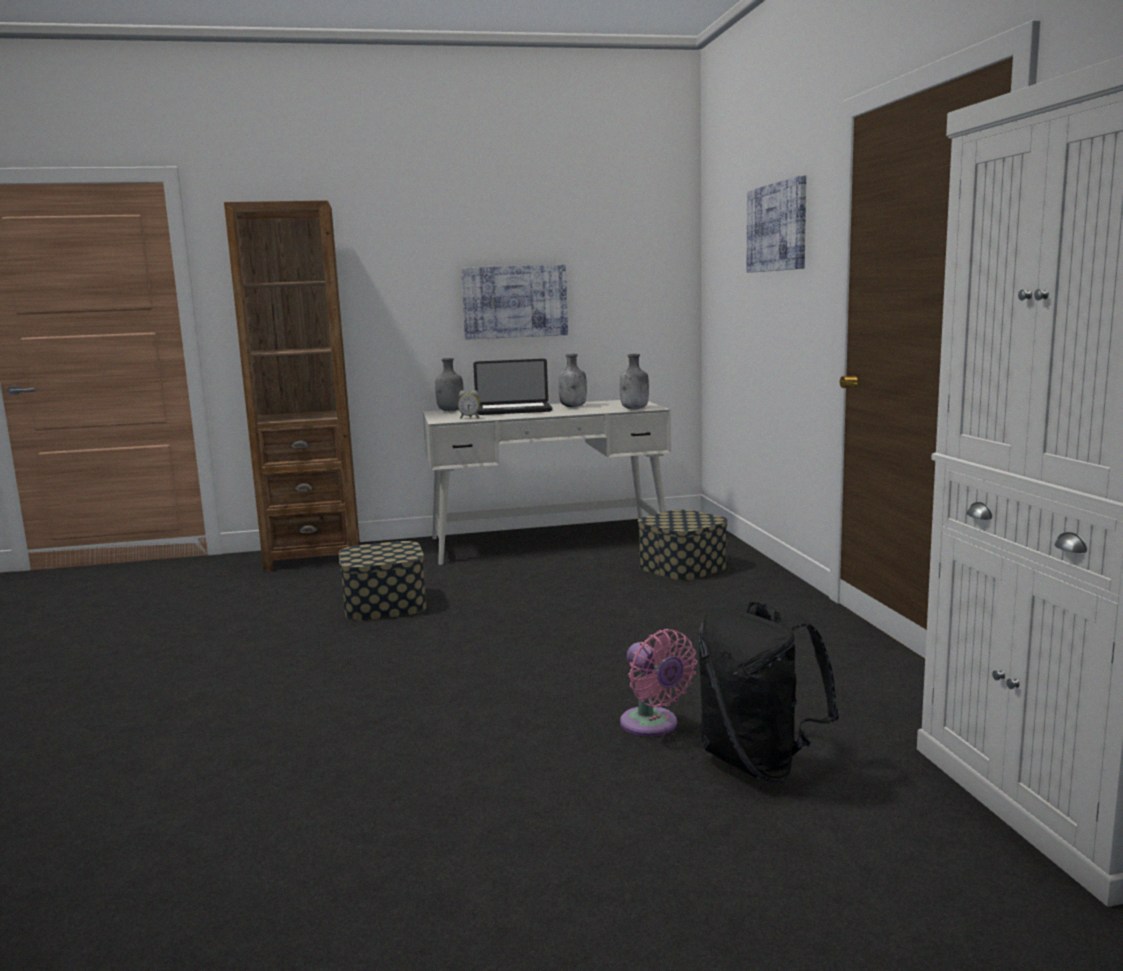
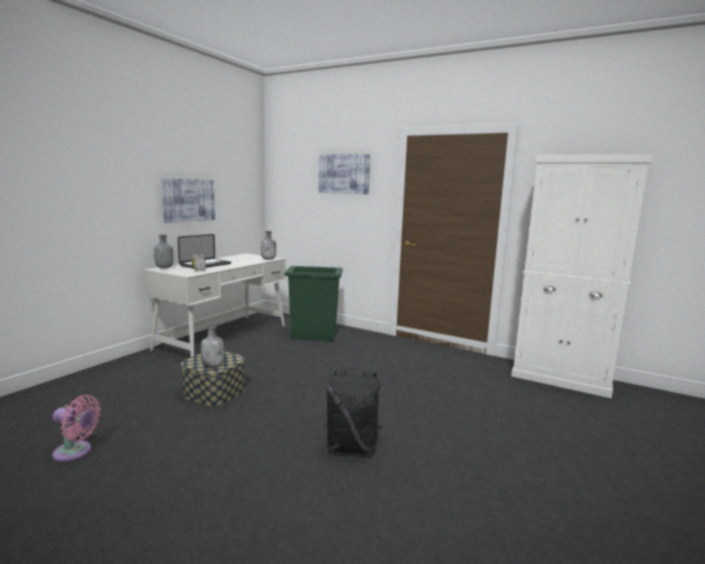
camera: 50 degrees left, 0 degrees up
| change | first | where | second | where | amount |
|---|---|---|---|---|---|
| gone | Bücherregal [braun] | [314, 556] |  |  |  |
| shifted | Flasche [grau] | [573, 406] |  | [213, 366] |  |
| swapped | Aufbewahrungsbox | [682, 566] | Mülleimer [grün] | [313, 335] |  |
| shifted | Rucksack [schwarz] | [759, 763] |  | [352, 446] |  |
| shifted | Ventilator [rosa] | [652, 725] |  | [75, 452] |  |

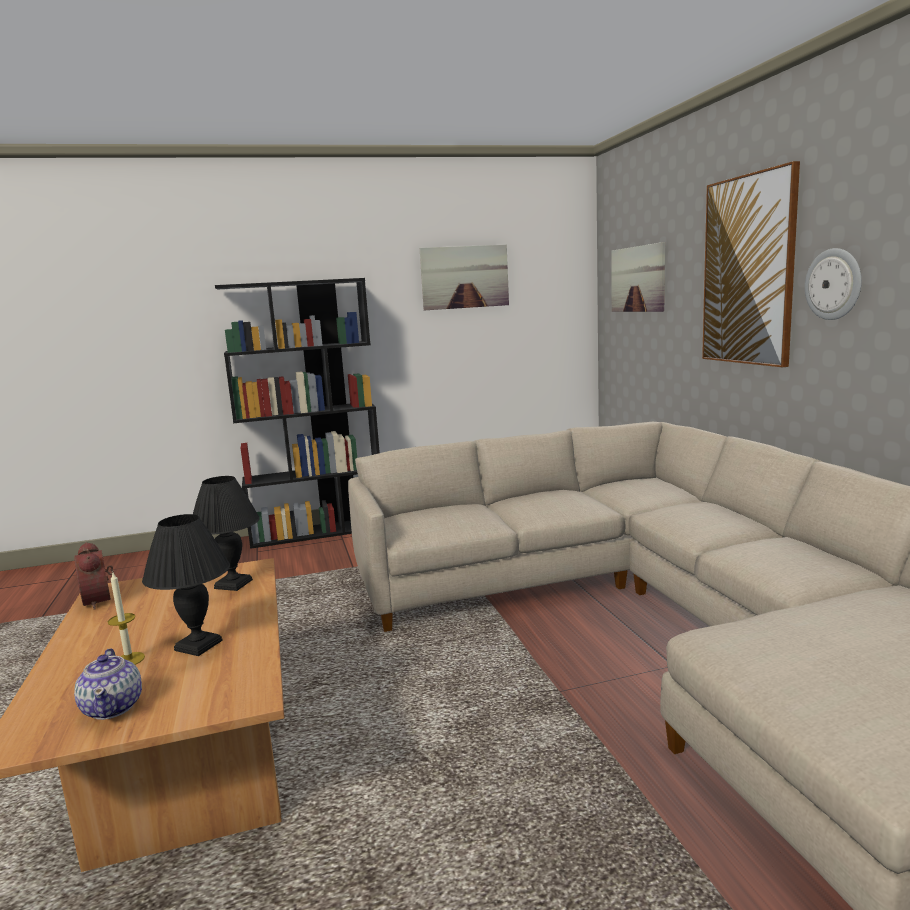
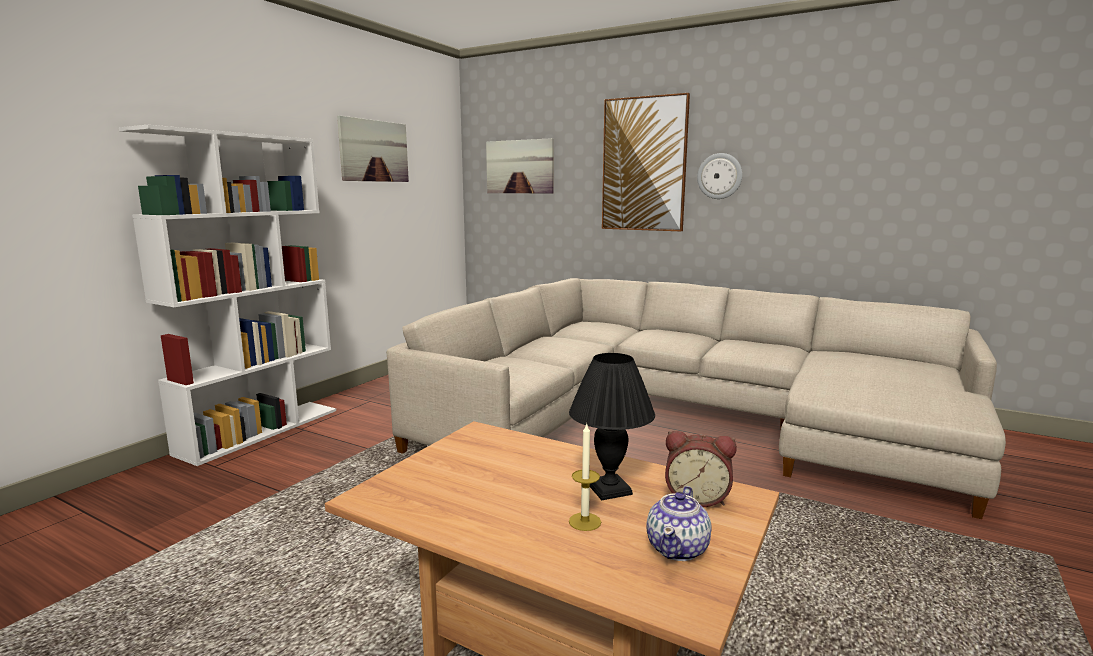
camera: 45 degrees left, 0 degrees up
| change | first | where | second | where | amount |
|---|---|---|---|---|---|
| repainted | Bücherregal [schwarz] | [319, 532] | Bücherregal [weiß] | [260, 430] |  |
| gone | Tischlampe [schwarz] | [233, 584] |  |  |  |
| shifted | Wecker | [101, 600] |  | [697, 497] |  |
| rotated | Teekanne | [113, 707] |  | [678, 548] | 90 degrees clockwise |

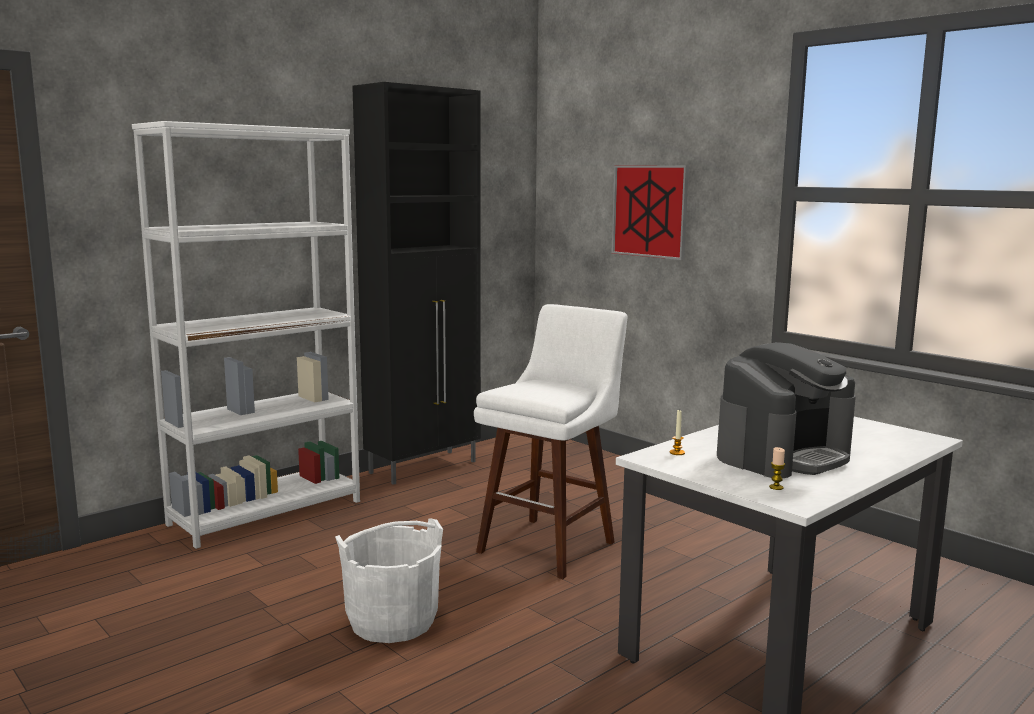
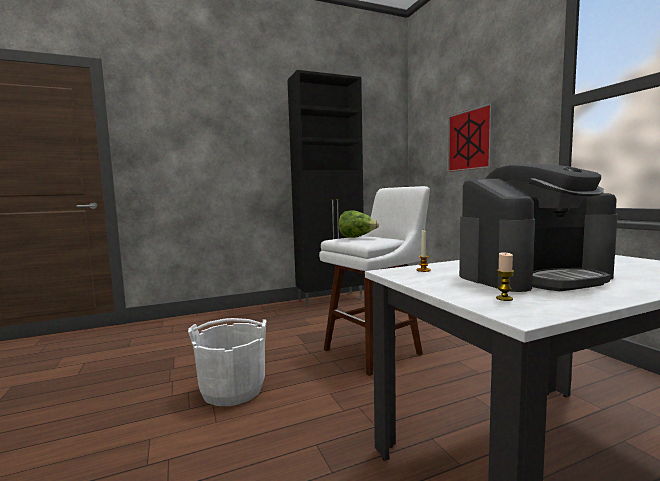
camera: 20 degrees right, 5 degrees down
| change | first | where | second | where | amount |
|---|---|---|---|---|---|
| gone | Bücherregal [weiß] | [266, 512] |  |  |  |
| new |  |  | Salatkopf | [357, 237] |  |

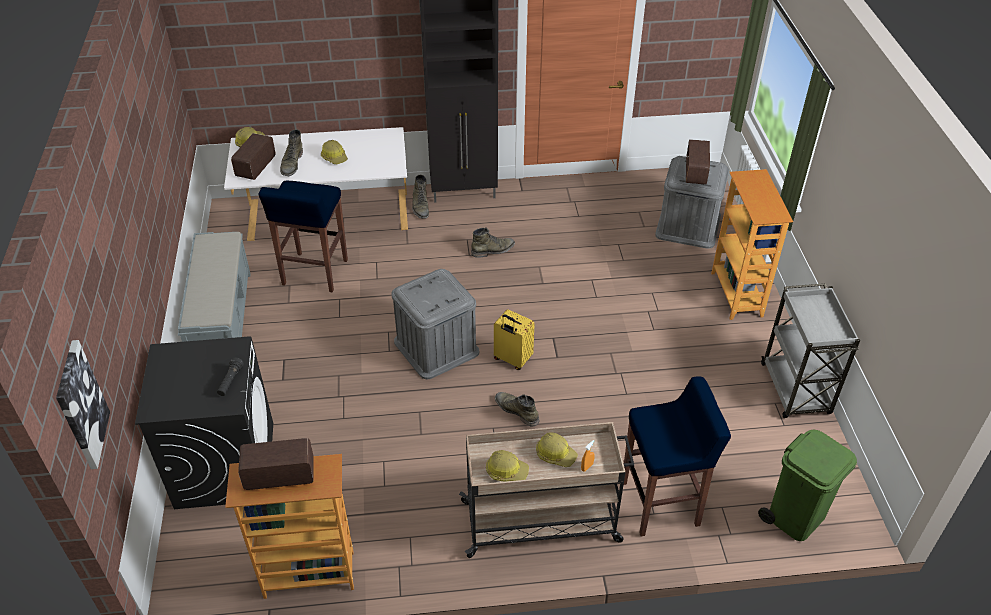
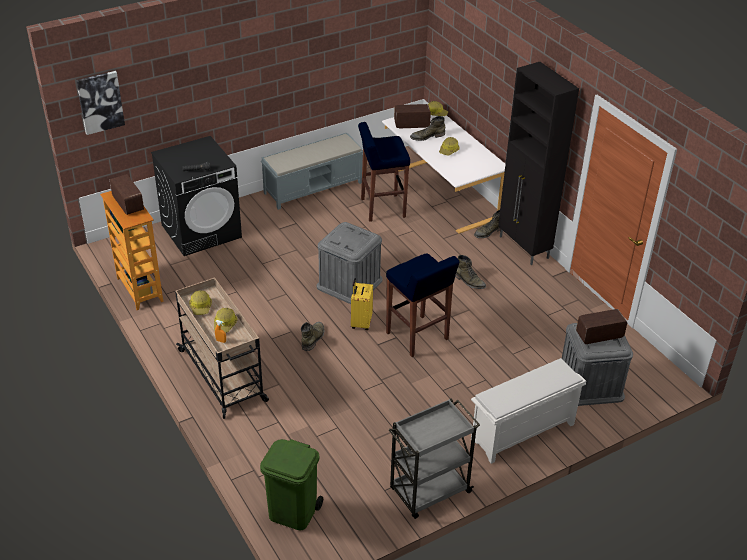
camera: 65 degrees right, 5 degrees down
| change | first | where | second | where | amount |
|---|---|---|---|---|---|
| swapped | Bücherregal | [737, 294] | Schuhregal [weiß] | [522, 433] |  |
| shifted | Hocker [blau] | [661, 503] |  | [417, 337] |  |

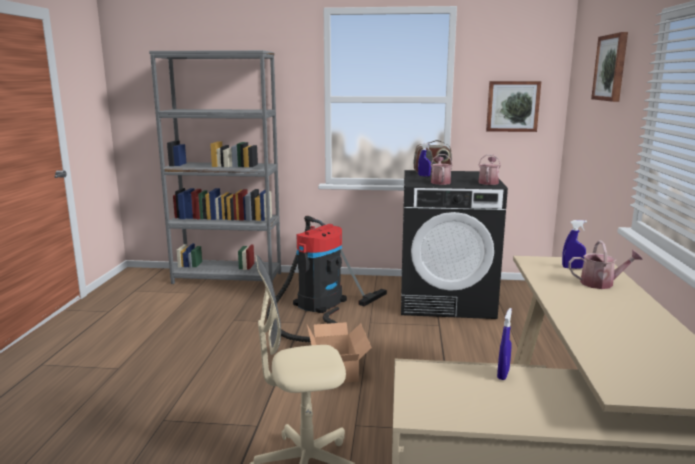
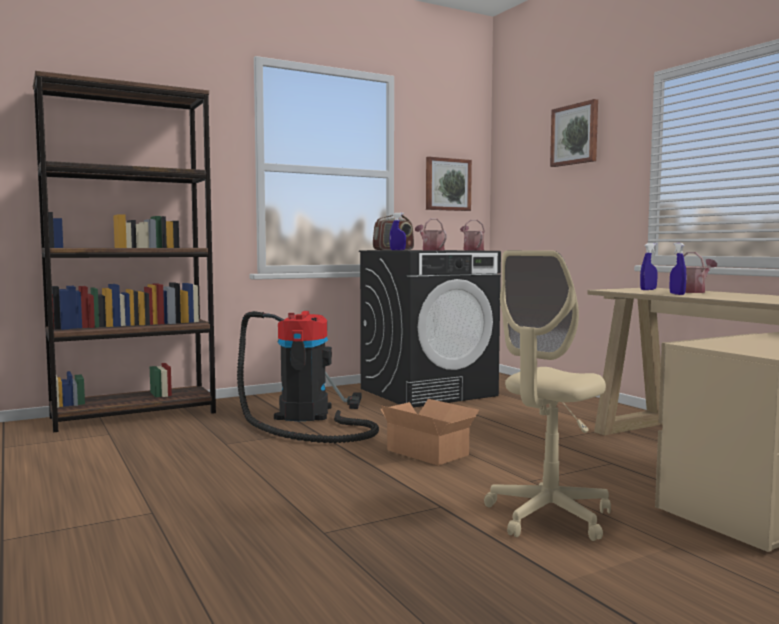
camera: 35 degrees left, 10 degrees down
| change | first | where | second | where | amount |
|---|---|---|---|---|---|
| repainted | Bücherregal [grau] | [228, 278] | Bücherregal [braun] | [134, 415] |  |
| shifted | Sprühflasche [blau] | [503, 374] |  | [677, 294] |  |

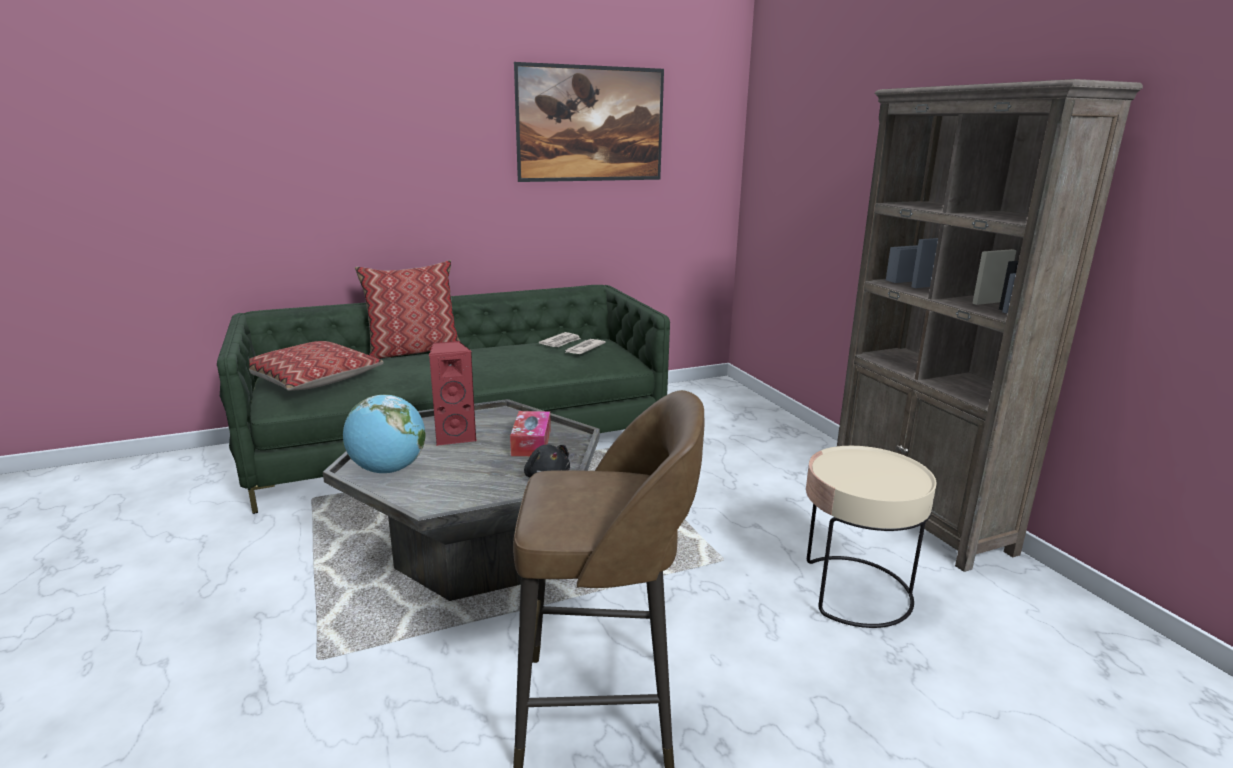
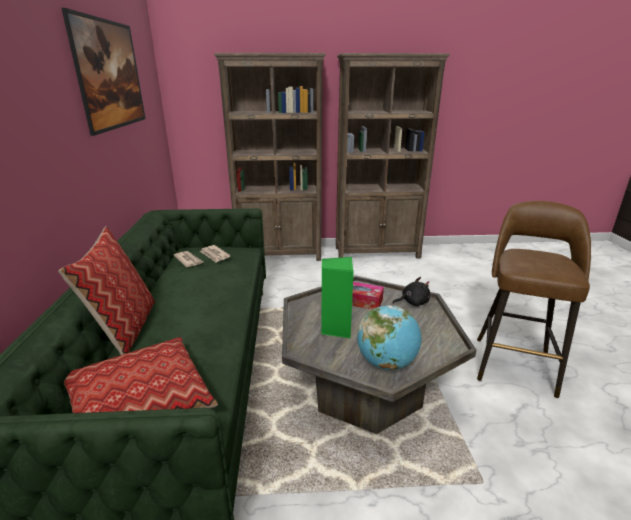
camera: 70 degrees left, 5 degrees up
| change | first | where | second | where | amount |
|---|---|---|---|---|---|
| repainted | Lautsprecher [rot] | [455, 436] | Lautsprecher [grün] | [336, 328] |  |
| gone | Beistelltisch [beige] | [853, 591] |  |  |  |
| new |  |  | Bücherregal [braun] | [280, 255] |  |

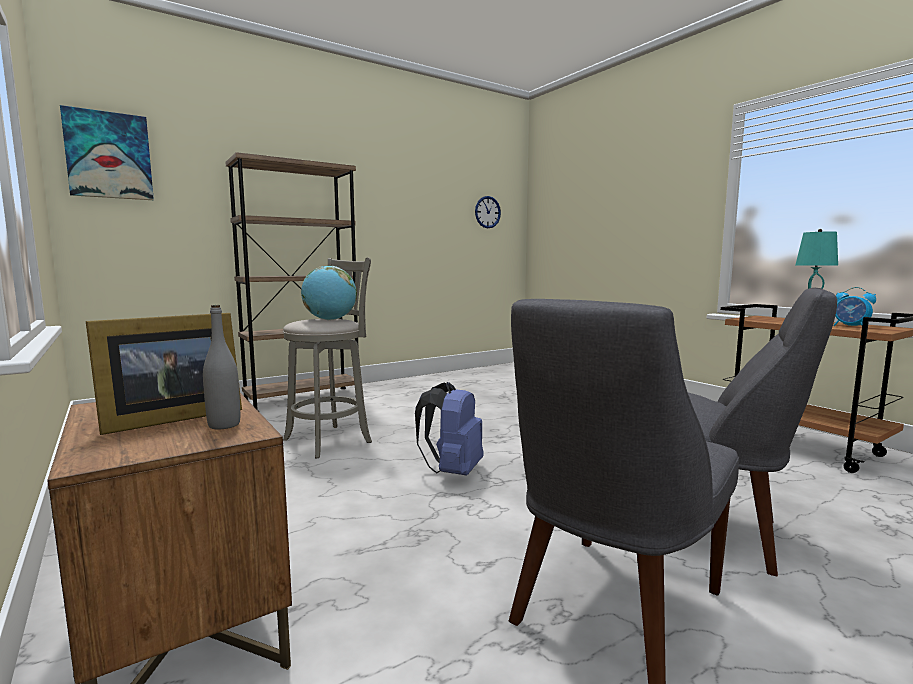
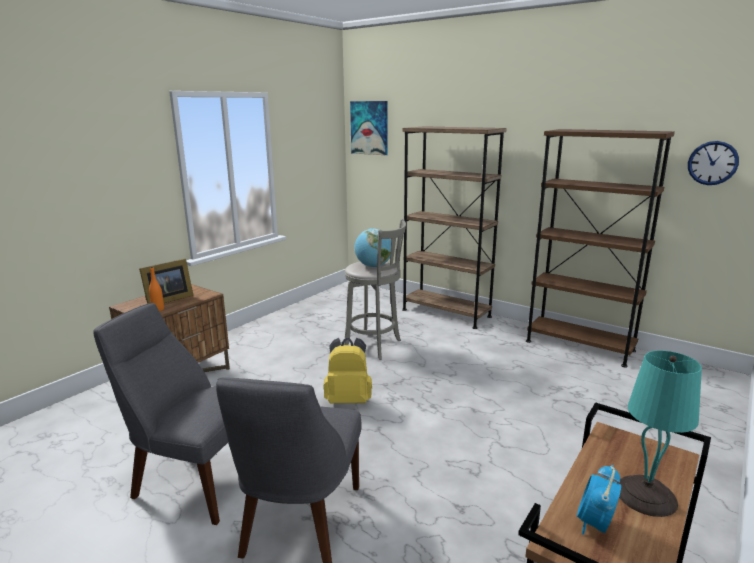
camera: 70 degrees right, 10 degrees up
| change | first | where | second | where | amount |
|---|---|---|---|---|---|
| repainted | Flasche [grau] | [224, 425] | Flasche [orange] | [158, 309] |  |
| rotated | Bilderrahmen | [168, 418] |  | [167, 300] | 75 degrees counterclockwise |
| repainted | Rucksack [blau] | [453, 471] | Rucksack [gelb] | [348, 399] |  |
| new |  |  | Bücherregal [braun] | [579, 346] |  |

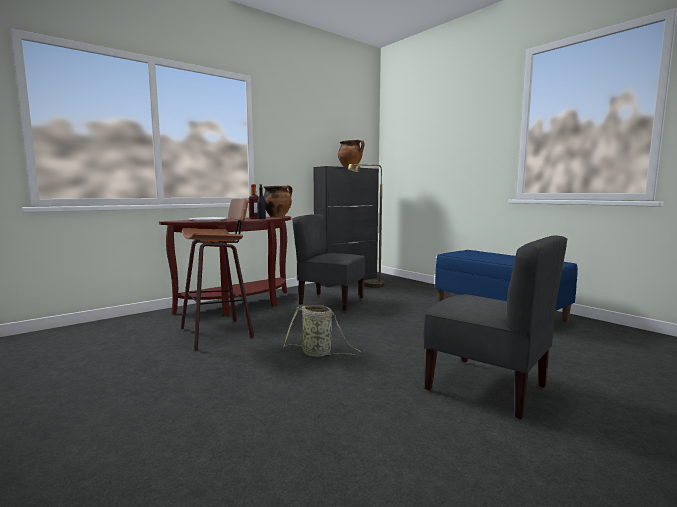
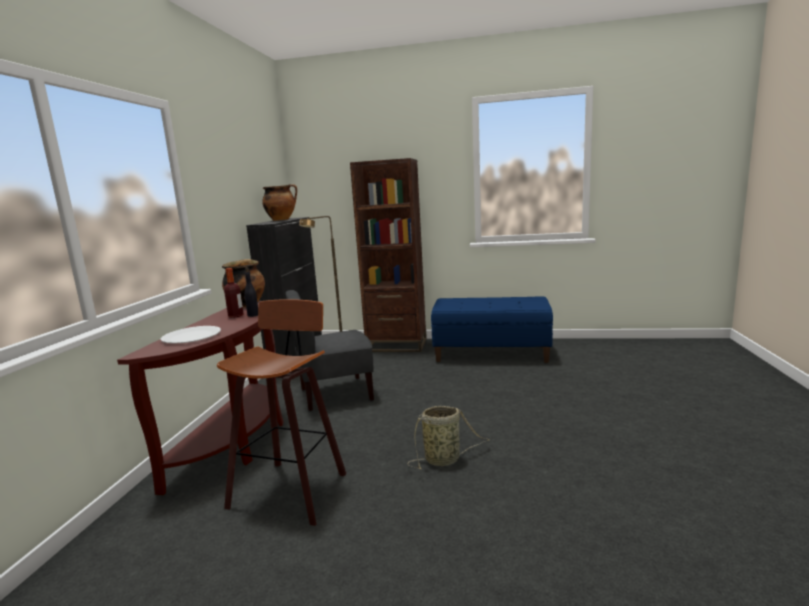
camera: 40 degrees left, 5 degrees up
| change | first | where | second | where | amount |
|---|---|---|---|---|---|
| gone | Stuhl [grau] | [487, 387] |  |  |  |
| new |  |  | Bücherregal [braun] | [396, 345] |  |

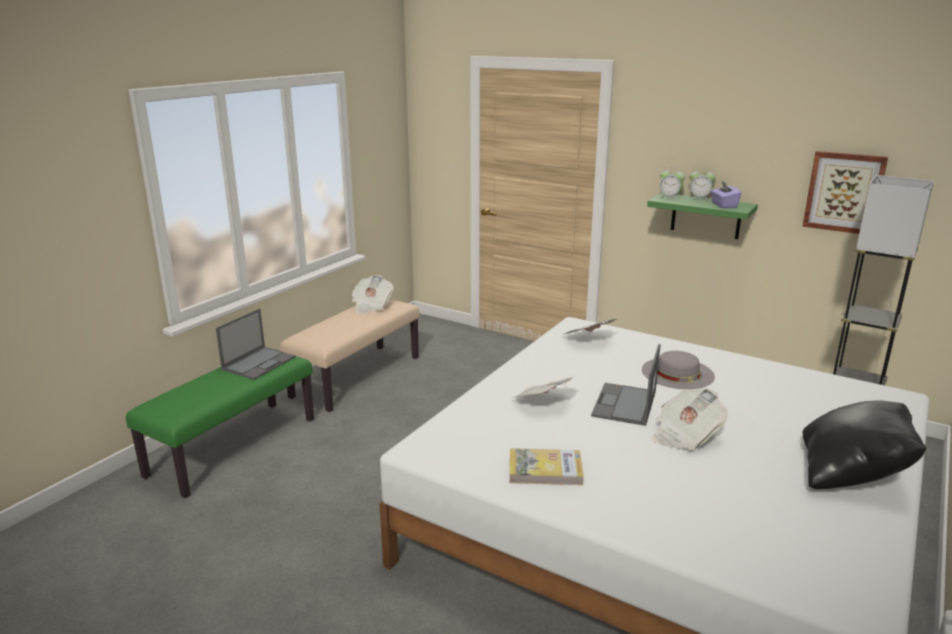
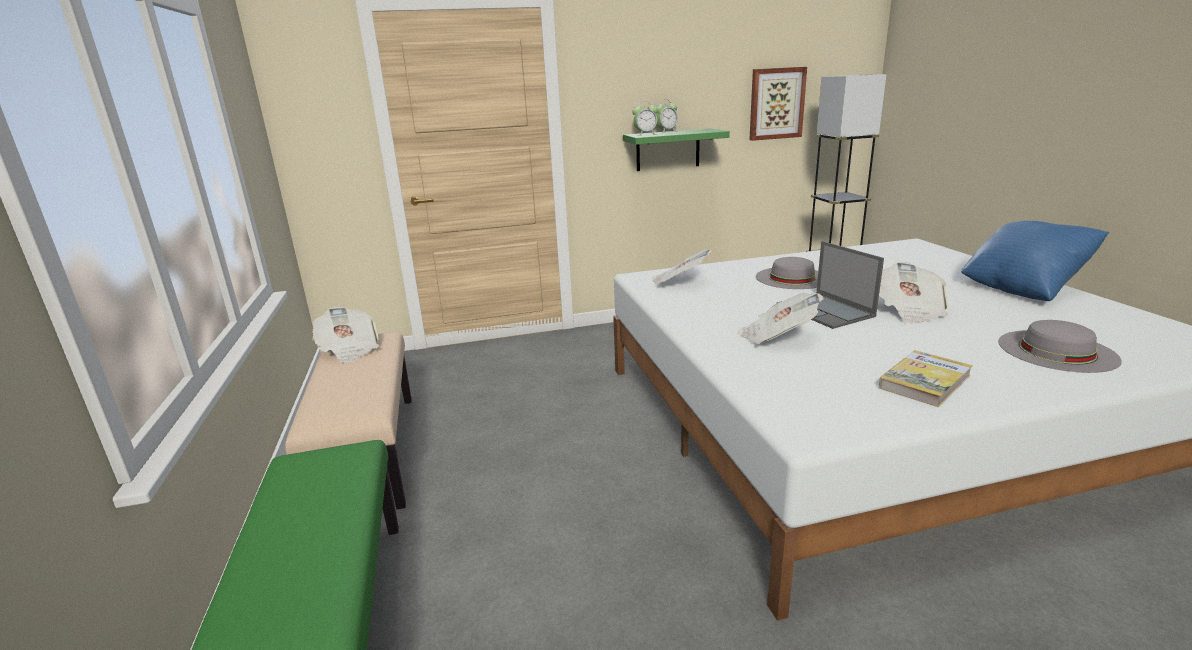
camera: 45 degrees left, 0 degrees up
| change | first | where | second | where | amount |
|---|---|---|---|---|---|
| gone | Taschentuchbox [lila] | [723, 205] |  |  |  |
| gone | Laptop | [259, 363] |  |  |  |
| repainted | Kissen [schwarz] | [852, 475] | Kissen [blau] | [1022, 288] |  |
| new |  |  | Hut [grau] | [1056, 350] |  |

